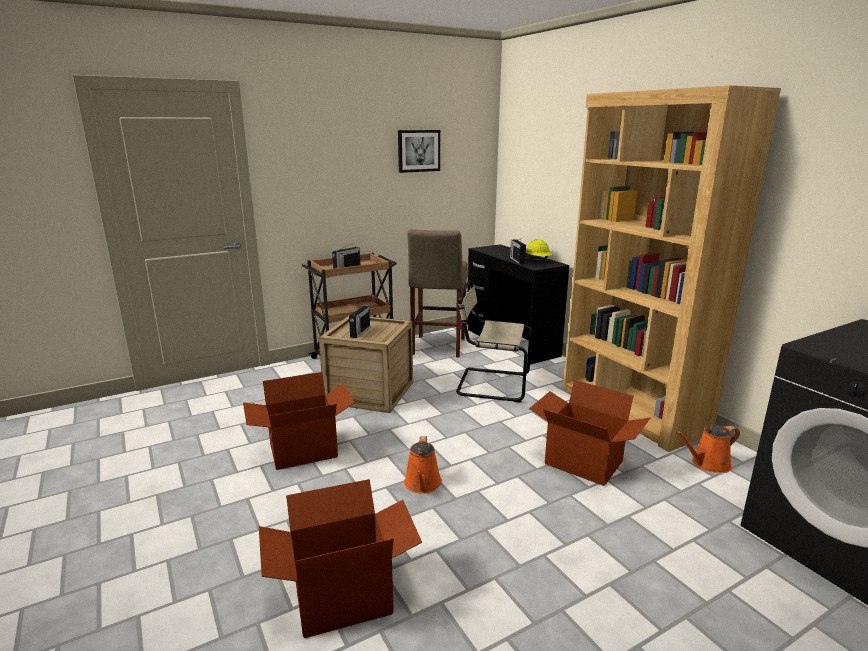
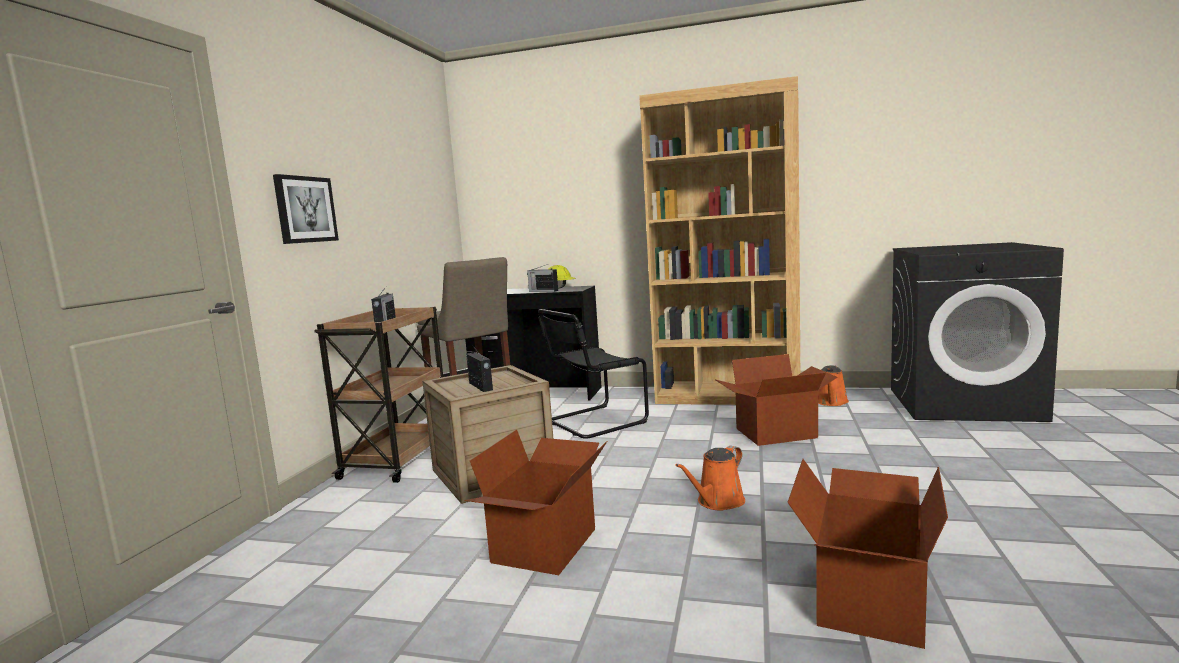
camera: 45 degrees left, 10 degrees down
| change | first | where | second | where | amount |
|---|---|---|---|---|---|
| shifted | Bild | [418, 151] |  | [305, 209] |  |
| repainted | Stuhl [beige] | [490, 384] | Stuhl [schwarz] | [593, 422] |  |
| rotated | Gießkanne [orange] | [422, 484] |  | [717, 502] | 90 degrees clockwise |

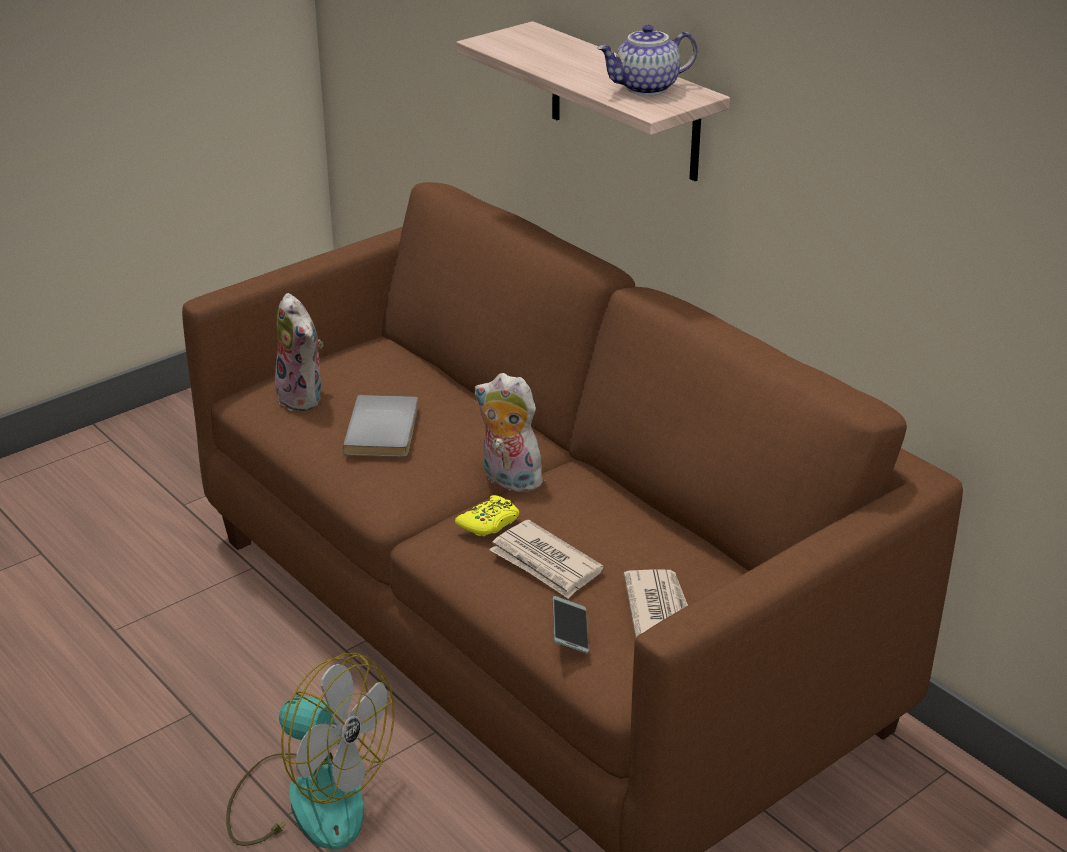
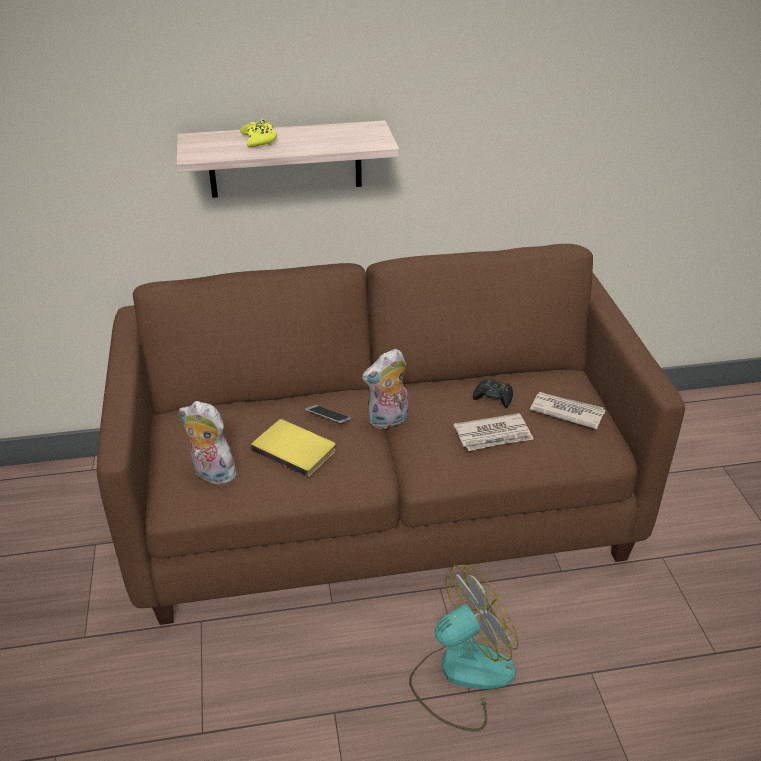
camera: 60 degrees left, 5 degrees up
| change | first | where | second | where | amount |
|---|---|---|---|---|---|
| gone | Teekanne | [646, 88] |  |  |  |
| rotated | Plüschtier | [304, 398] |  | [211, 474] | 150 degrees counterclockwise |
| repainted | Buch [grau] | [385, 430] | Buch [gelb] | [295, 448] |  |
| shifted | Gamepad [gelb] | [489, 523] |  | [259, 140] |  |
| shifted | Handy | [570, 630] |  | [328, 417] |  |
| new |  |  | Gamepad [schwarz] | [493, 397] |  |

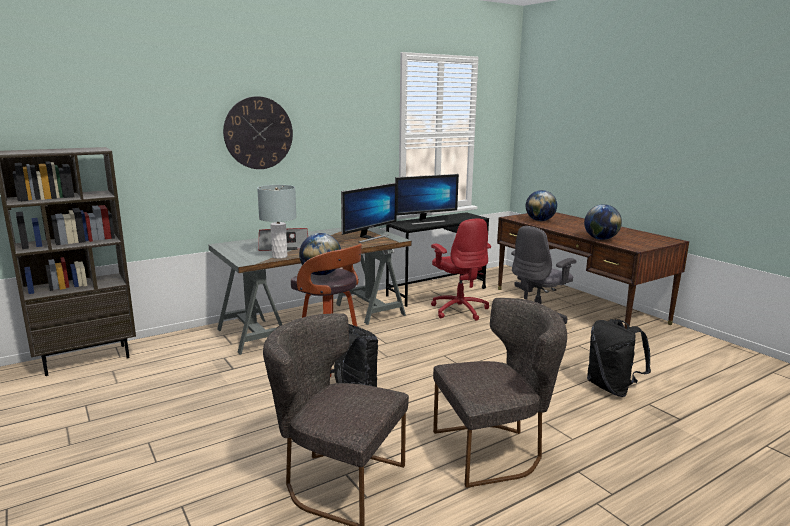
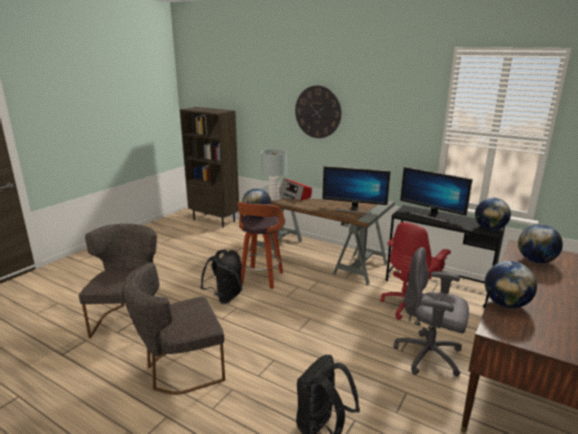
camera: 65 degrees right, 5 degrees up
| change | first | where | second | where | amount |
|---|---|---|---|---|---|
| rotated | Stuhl [grau] | [494, 450] |  | [180, 370] | 105 degrees clockwise |
| new |  |  | Globus | [489, 228] |  |

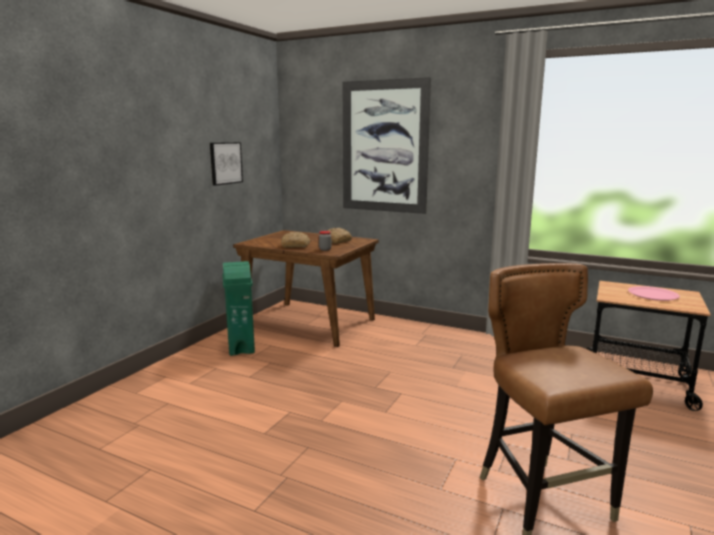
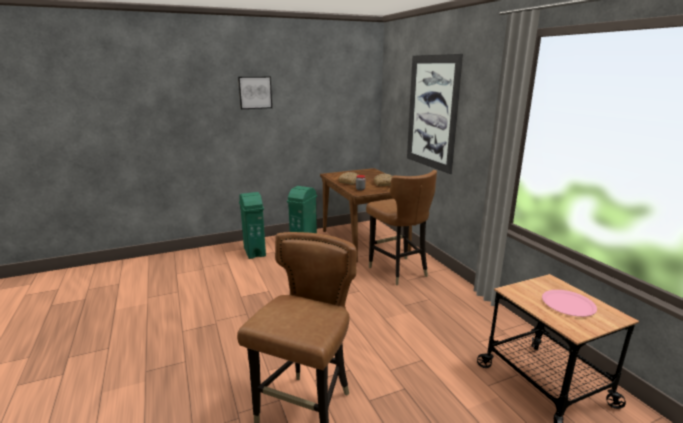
camera: 40 degrees right, 5 degrees up
| change | first | where | second | where | amount |
|---|---|---|---|---|---|
| shifted | Bild | [225, 163] |  | [255, 92] |  |
| new |  |  | Stuhl [braun] | [398, 270] |  |
| new |  |  | Mülleimer [grün] | [254, 252] |  |

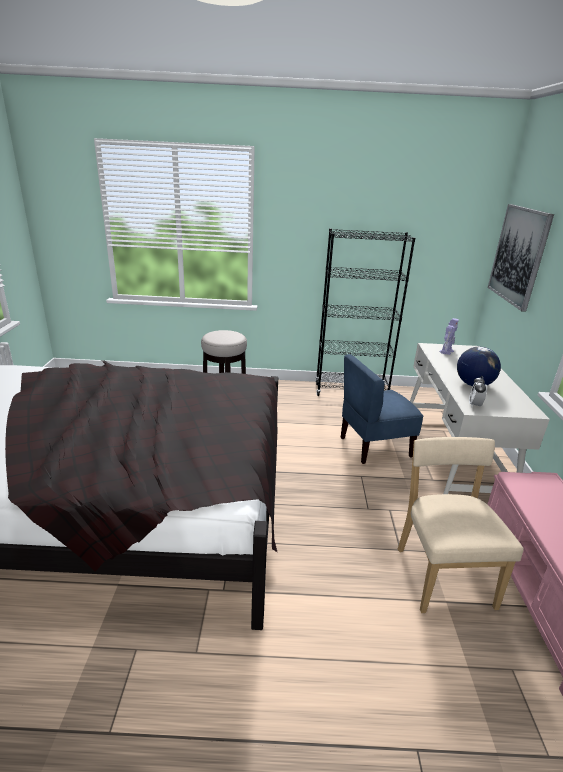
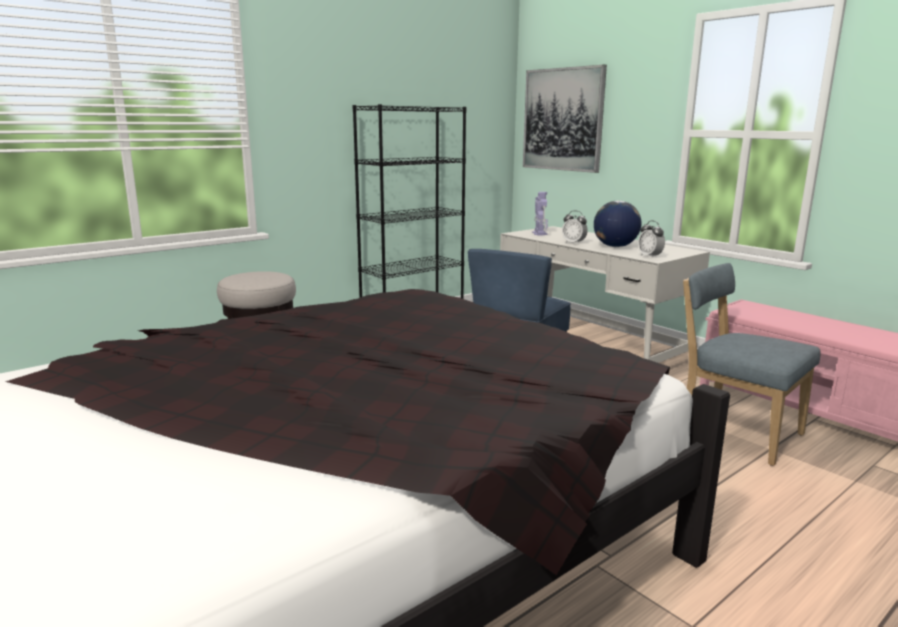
camera: 40 degrees left, 10 degrees down
| change | first | where | second | where | amount |
|---|---|---|---|---|---|
| repainted | Stuhl [beige] | [442, 573] | Stuhl [blau] | [734, 432] |  |
| new |  |  | Wecker | [573, 243] |  |

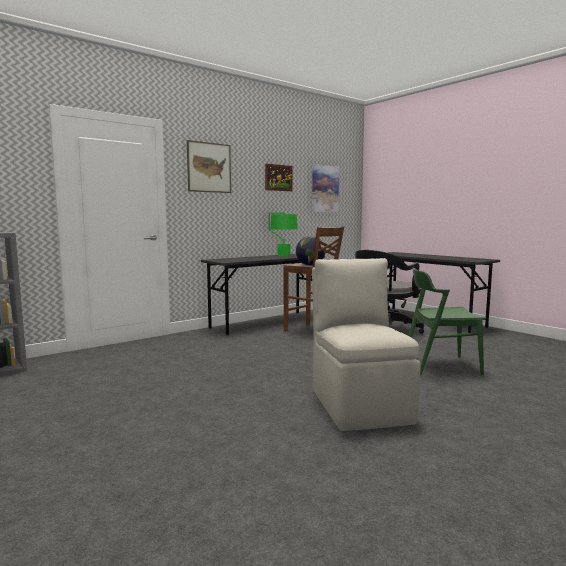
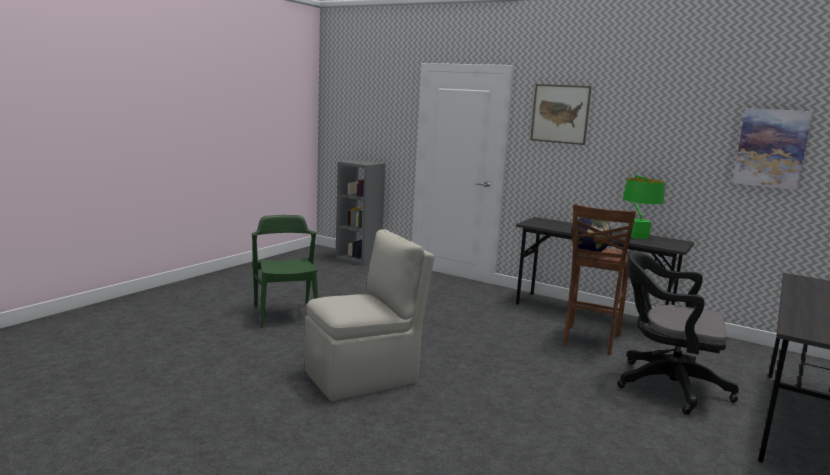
camera: 70 degrees right, 5 degrees up
| change | first | where | second | where | amount |
|---|---|---|---|---|---|
| gone | Bild | [278, 177] |  |  |  |
| shifted | Stuhl [grün] | [440, 366] |  | [286, 315] |  |

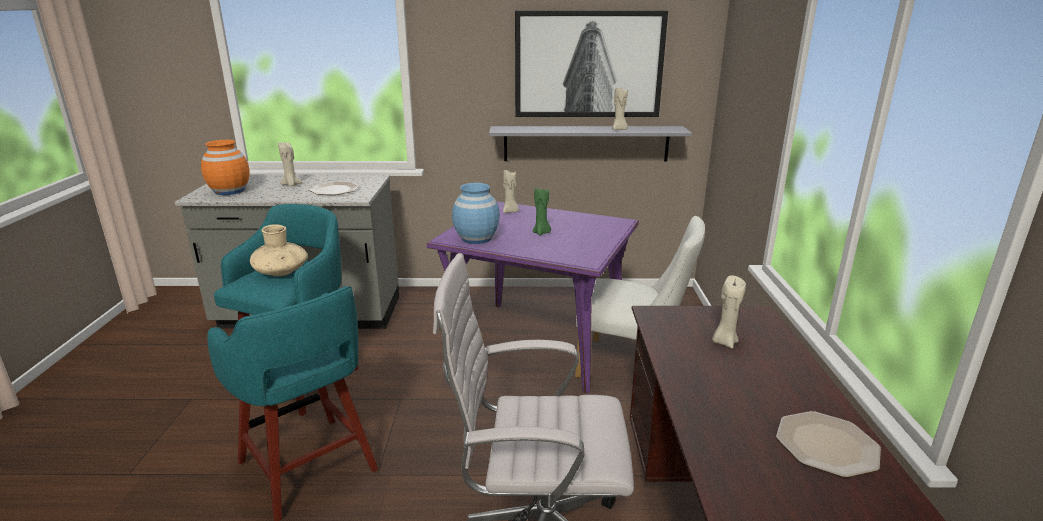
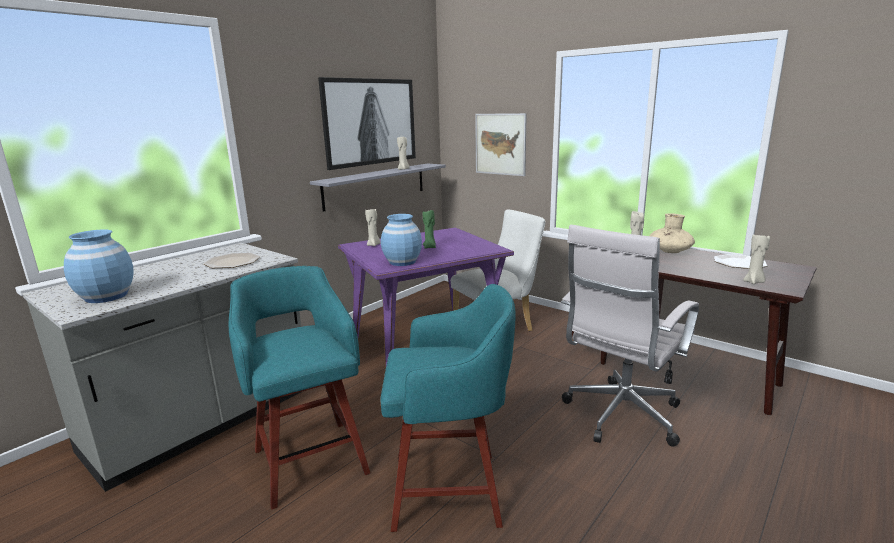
camera: 50 degrees left, 5 degrees down
| change | first | where | second | where | amount |
|---|---|---|---|---|---|
| repainted | Vase [orange] | [229, 191] | Vase [blau] | [106, 296] |  |
| shifted | Kerze [beige] | [291, 185] |  | [754, 282] |  |
| shifted | Vase [beige] | [281, 272] |  | [669, 251] |  |
| new |  |  | Bild | [500, 144] |  |

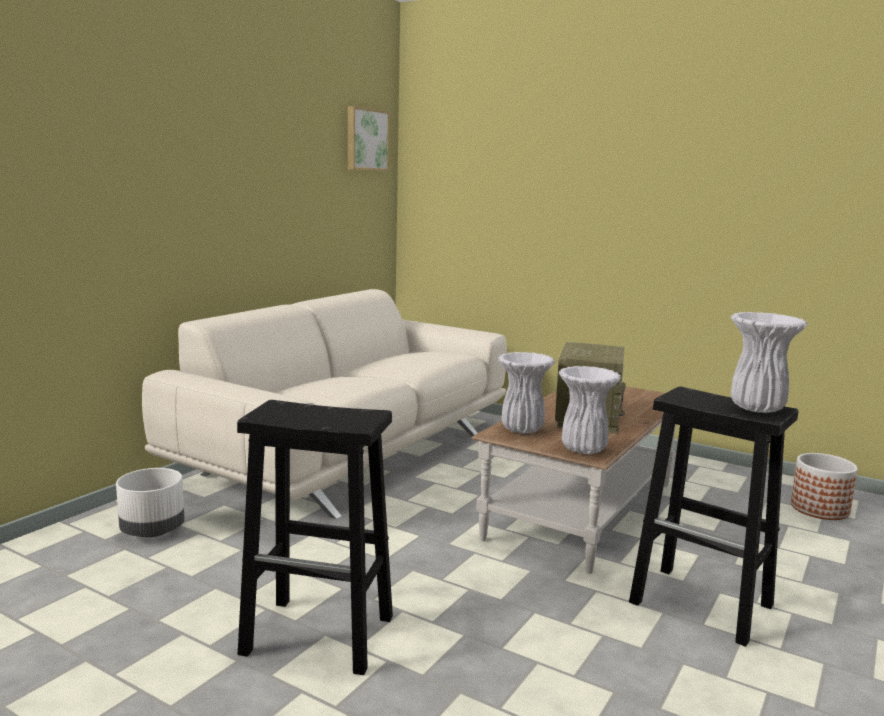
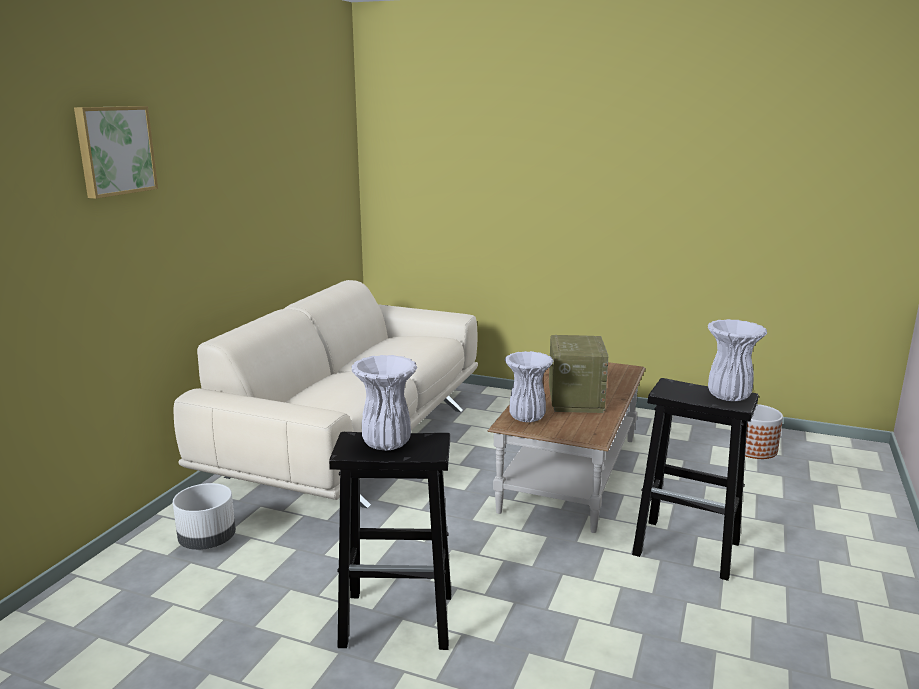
camera: 10 degrees left, 5 degrees up
| change | first | where | second | where | amount |
|---|---|---|---|---|---|
| shifted | Bild | [366, 139] |  | [114, 150] |  |
| shifted | Vase [weiß] | [582, 449] |  | [385, 444] |  |

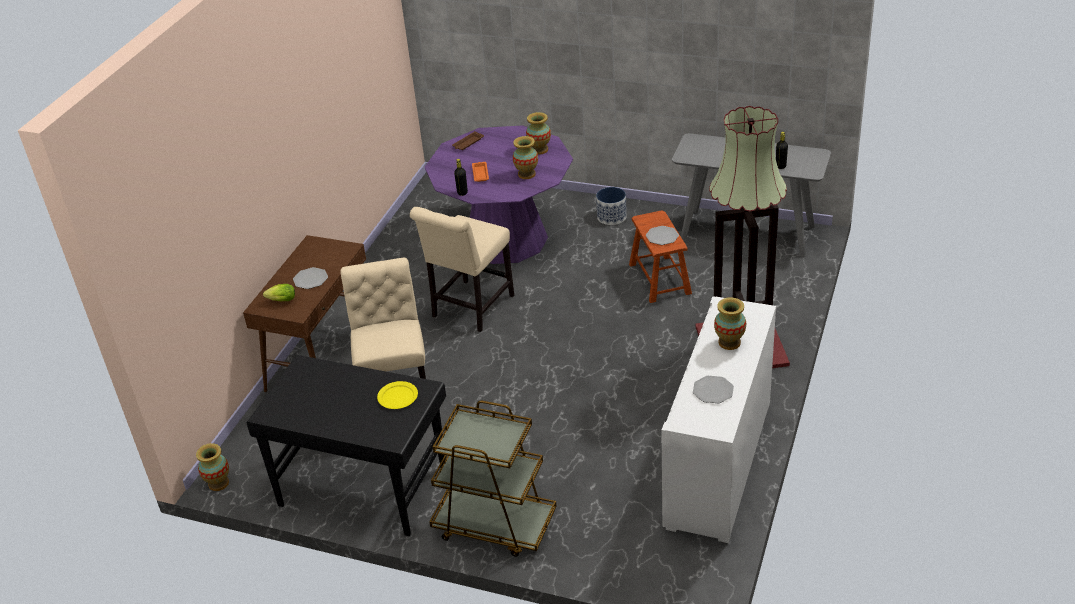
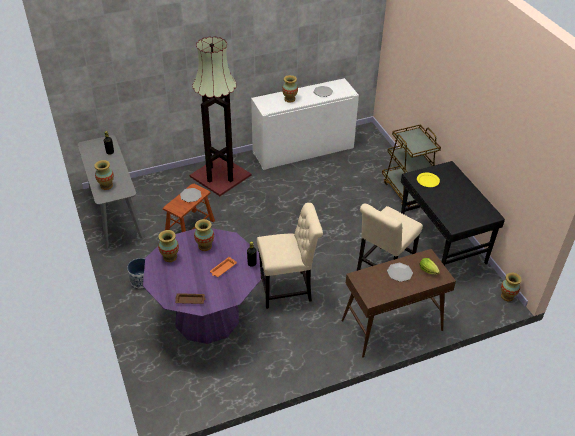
camera: 135 degrees left, 5 degrees up
| change | first | where | second | where | amount |
|---|---|---|---|---|---|
| new |  |  | Vase | [106, 186] |  |

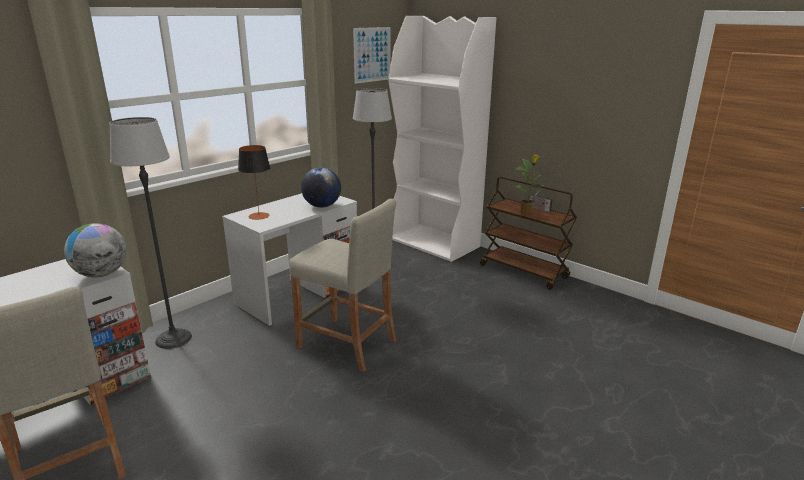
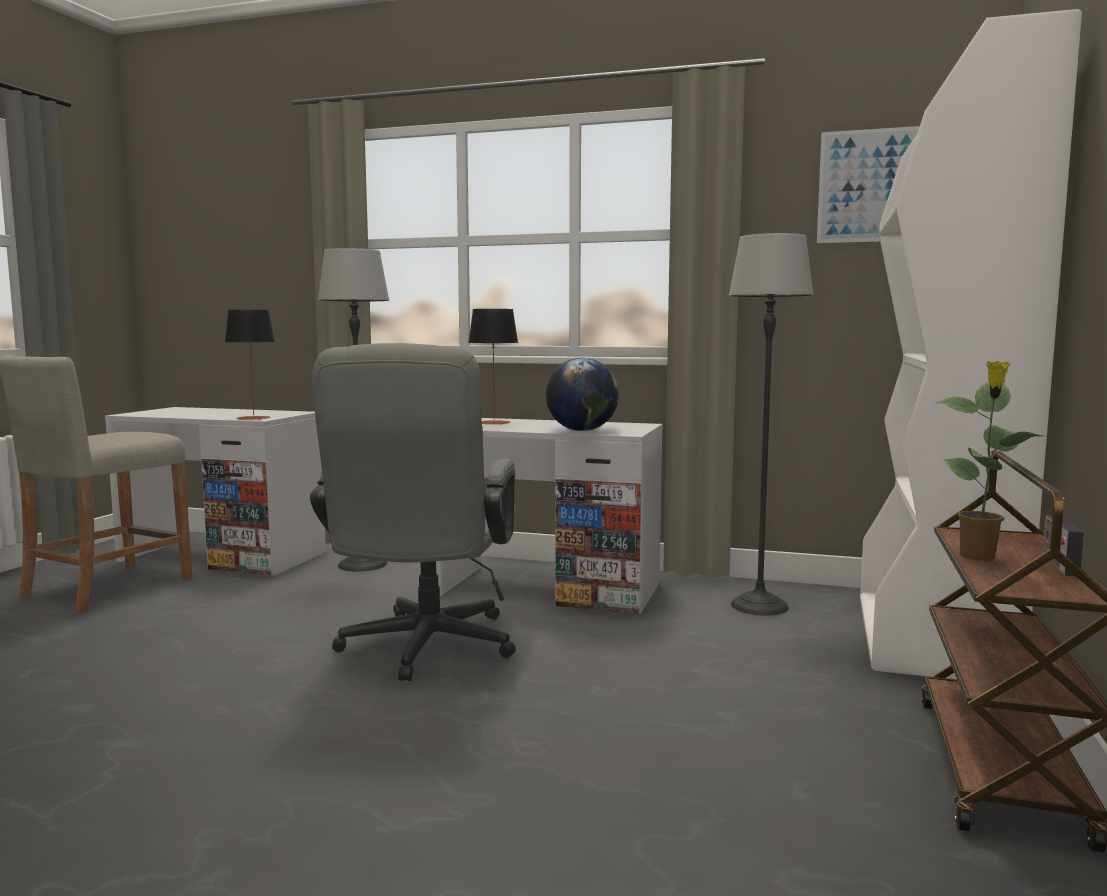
camera: 65 degrees right, 15 degrees down
| change | first | where | second | where | amount |
|---|---|---|---|---|---|
| swapped | Hocker [beige] | [347, 344] | Bürostuhl [grau] | [423, 650] |  |
| swapped | Globus | [101, 274] | Tischlampe | [253, 418] |  |

